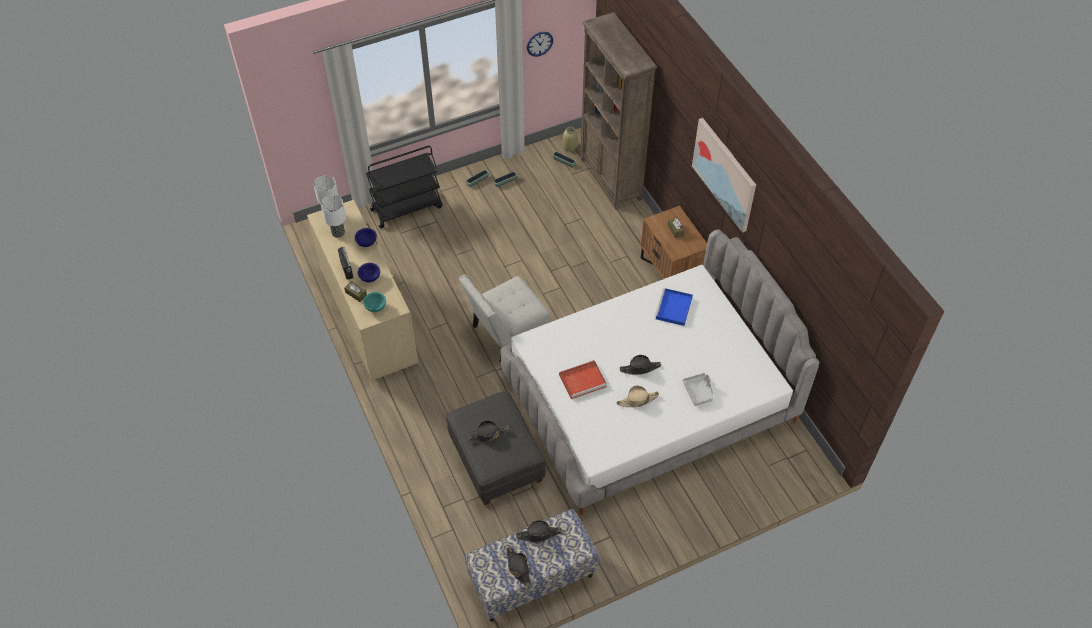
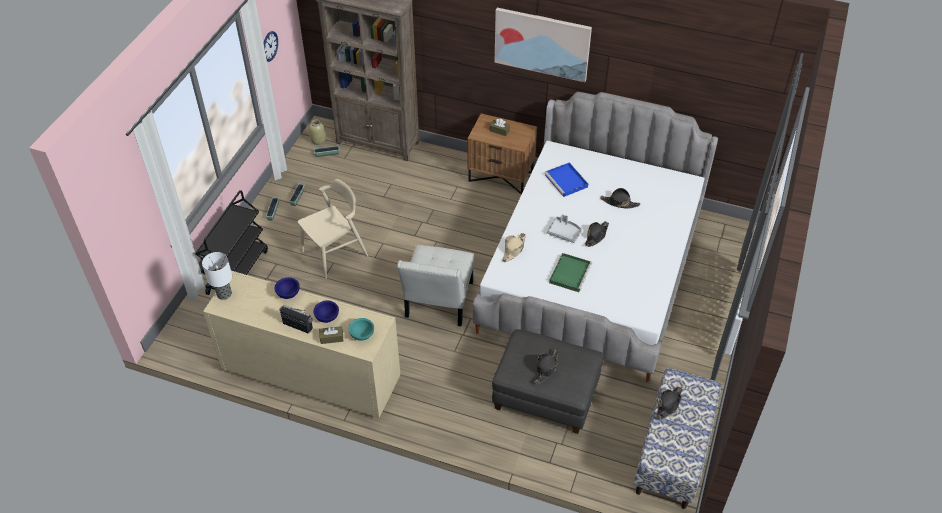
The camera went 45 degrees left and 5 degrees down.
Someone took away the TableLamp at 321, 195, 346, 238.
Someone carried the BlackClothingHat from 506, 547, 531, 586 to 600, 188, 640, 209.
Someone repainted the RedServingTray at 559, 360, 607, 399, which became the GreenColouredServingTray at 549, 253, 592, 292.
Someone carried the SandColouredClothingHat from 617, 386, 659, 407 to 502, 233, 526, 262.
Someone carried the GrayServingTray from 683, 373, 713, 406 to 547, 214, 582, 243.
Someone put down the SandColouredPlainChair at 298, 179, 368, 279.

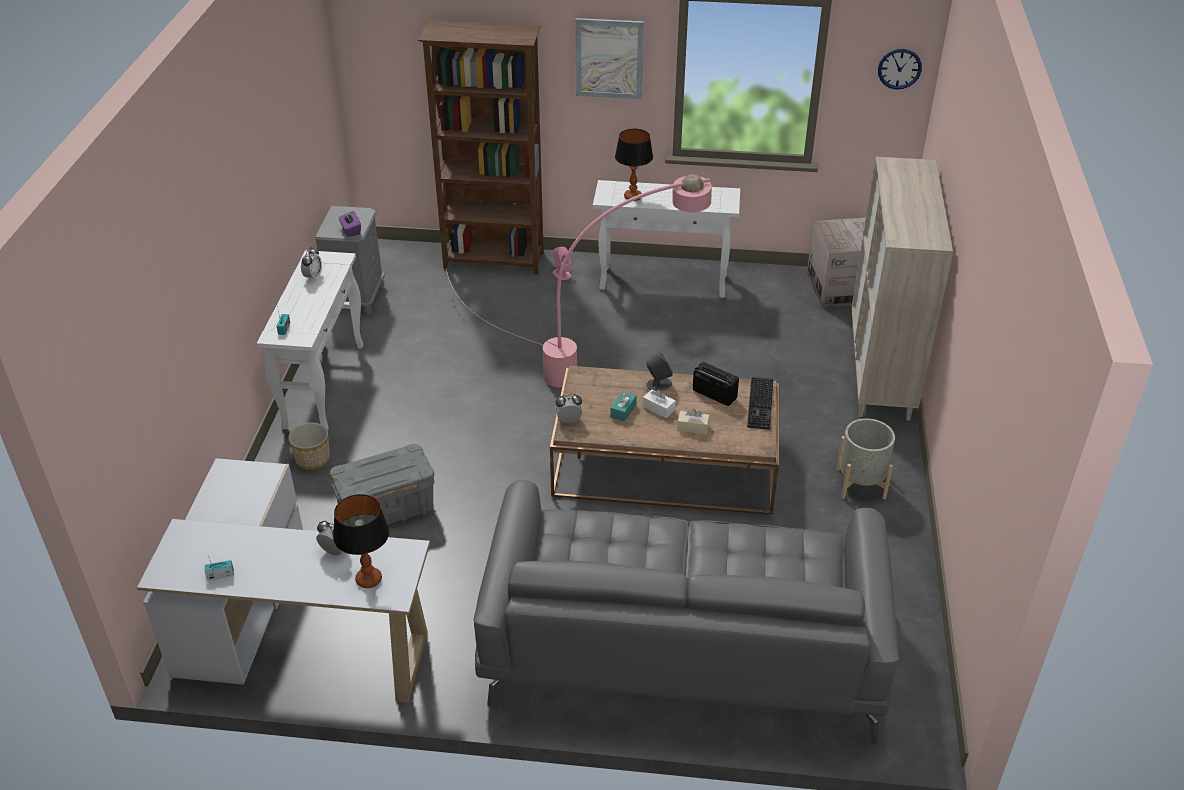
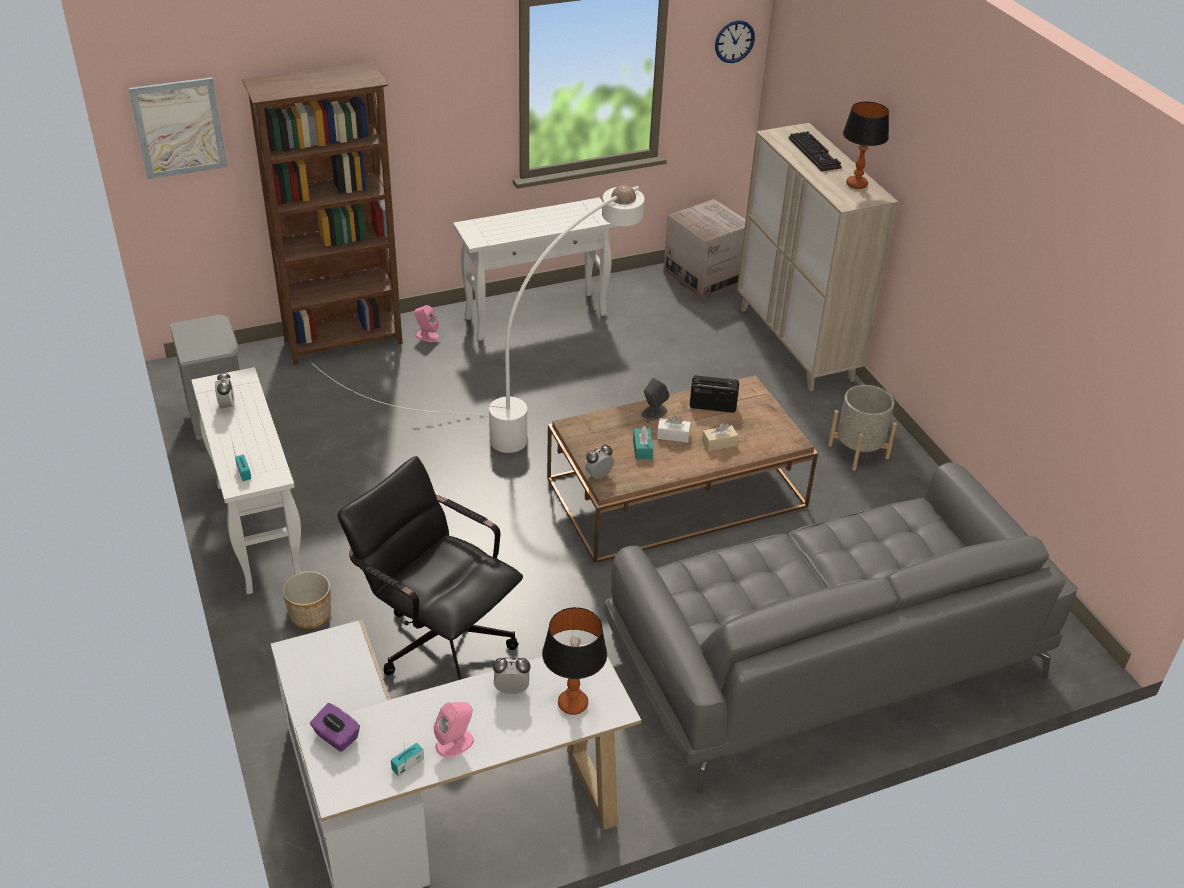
The camera went 30 degrees left and 0 degrees up.
Someone swapped the GrayStorageContainer at 330, 444, 434, 526 for the BlackOfficeChair at 337, 456, 523, 680.
Someone carried the PurpleColouredTissueHolder from 339, 211, 361, 237 to 310, 703, 360, 752.
Someone repainted the PinkColouredFloorLamp at 446, 174, 712, 388, which became the WhitishFloorLamp at 312, 185, 645, 453.
Someone carried the WallArt from 575, 18, 644, 99 to 129, 77, 227, 179.
Someone carried the TableLamp from 615, 129, 653, 201 to 843, 101, 889, 189.
Someone carried the PcKeyboard from 747, 377, 773, 430 to 789, 131, 842, 171.
Someone put down the PinkColouredLoudspeaker at 433, 702, 474, 758.

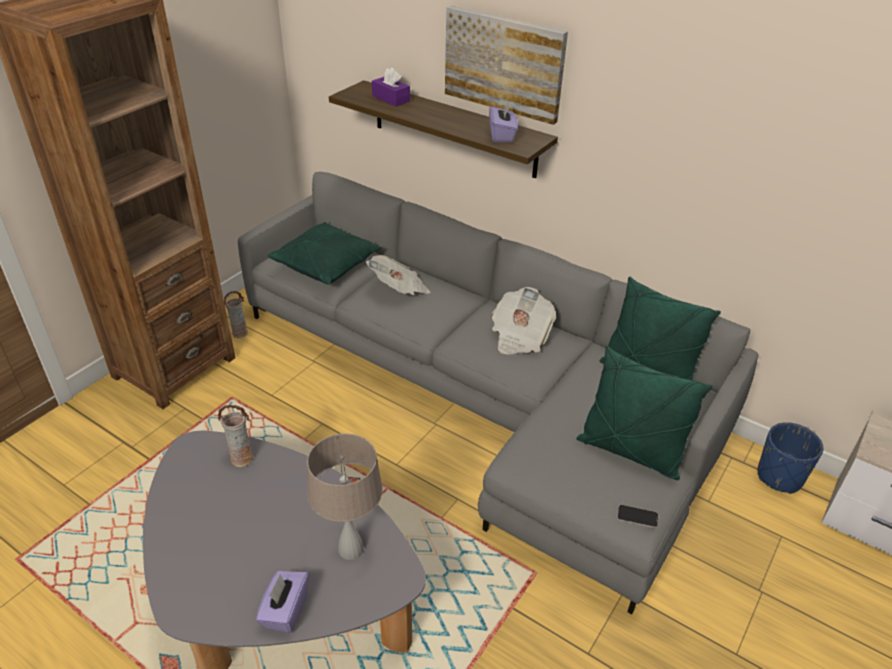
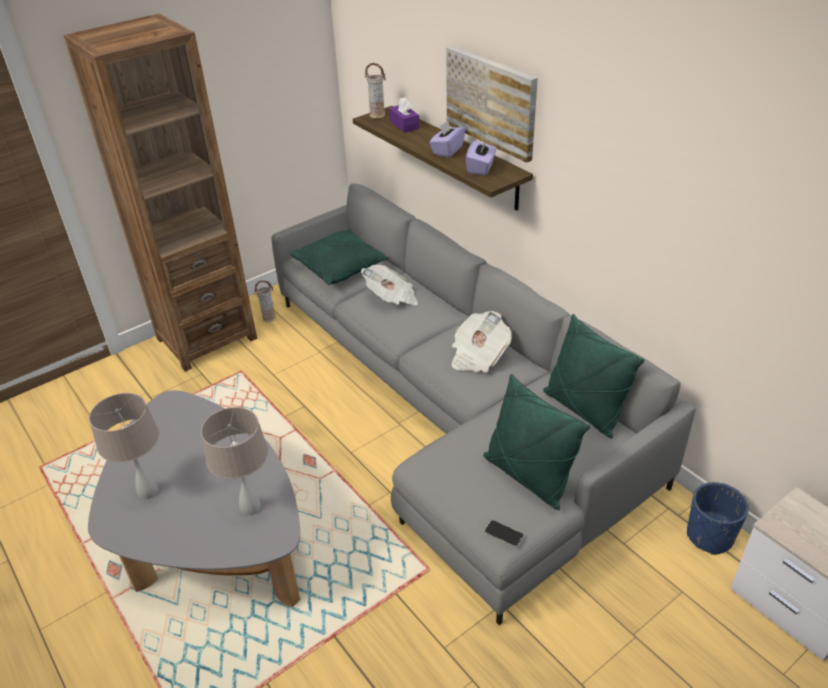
The camera went 20 degrees right and 0 degrees up.
Someone carried the Vase from 218, 405, 253, 467 to 365, 63, 386, 118.
Someone carried the PurpleColouredTissueHolder from 256, 571, 309, 633 to 429, 120, 466, 158.
Someone put down the SandColouredTableLamp at 89, 393, 159, 499.

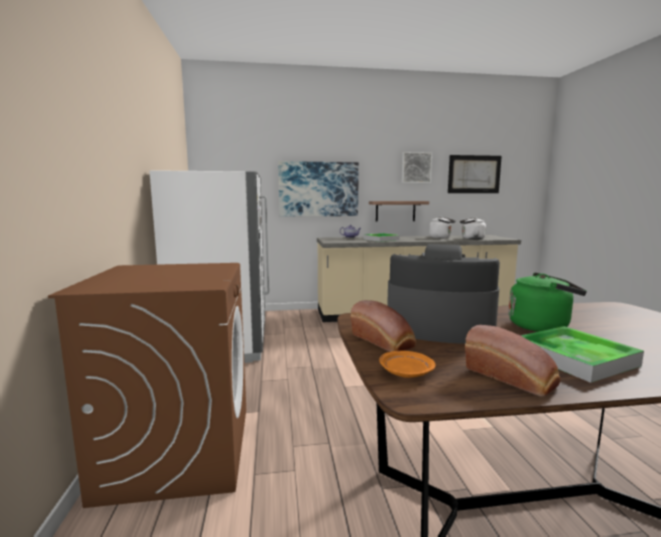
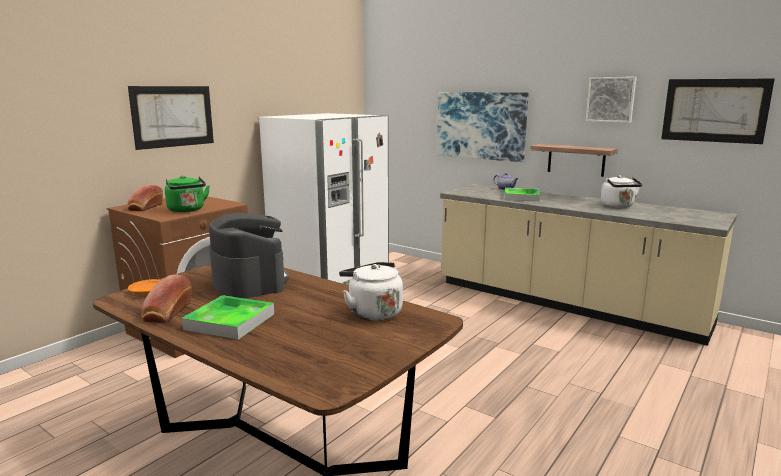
The camera went 45 degrees right and 5 degrees up.
Someone carried the BakeryBread from 350, 300, 416, 352 to 127, 184, 163, 211.
Someone carried the WhitishKettle from 460, 217, 486, 240 to 339, 262, 403, 321.
Someone carried the GreenColouredKettle from 508, 272, 587, 332 to 165, 175, 210, 212.
Someone put up the WallArt at 128, 86, 214, 150.

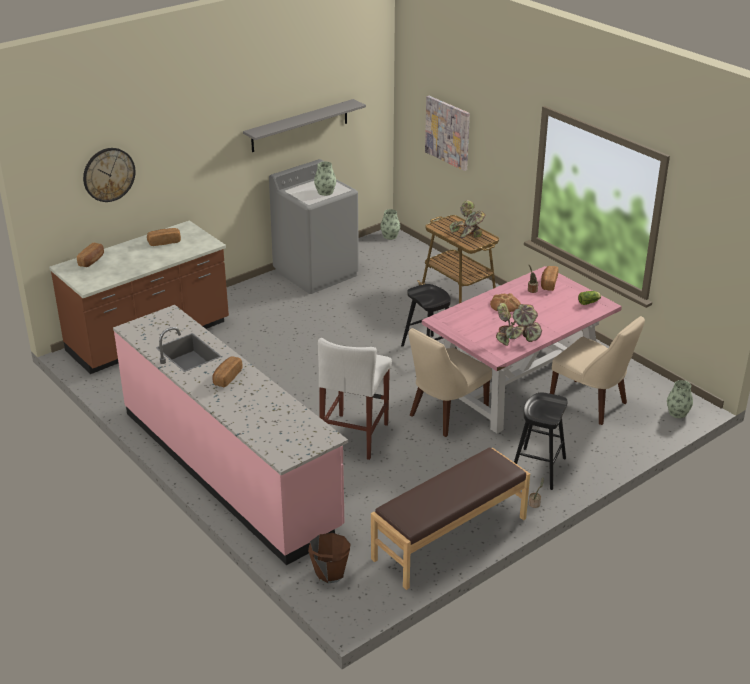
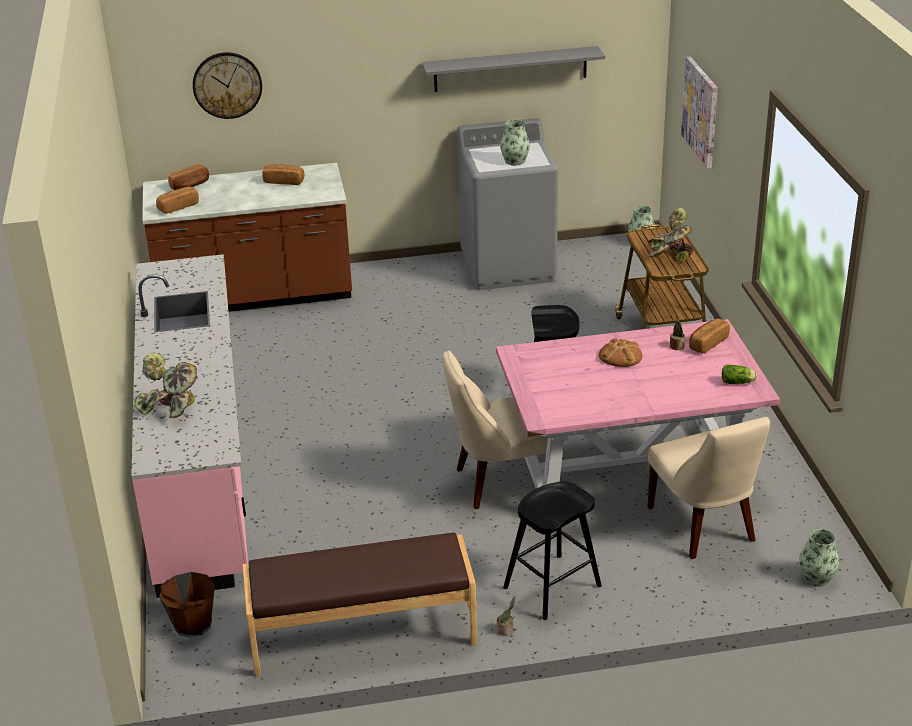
The camera went 30 degrees right and 0 degrees up.
Someone carried the BakeryBread from 212, 356, 242, 387 to 156, 187, 199, 214.
Someone took away the WhitishSittingStool at 318, 338, 392, 460.
Someone carried the PottedPlant from 496, 303, 542, 346 to 134, 353, 197, 418.

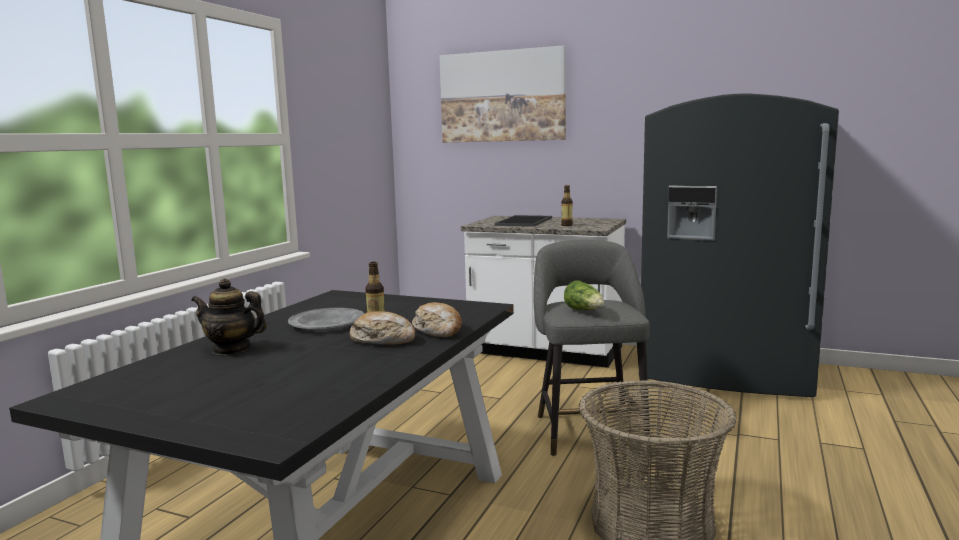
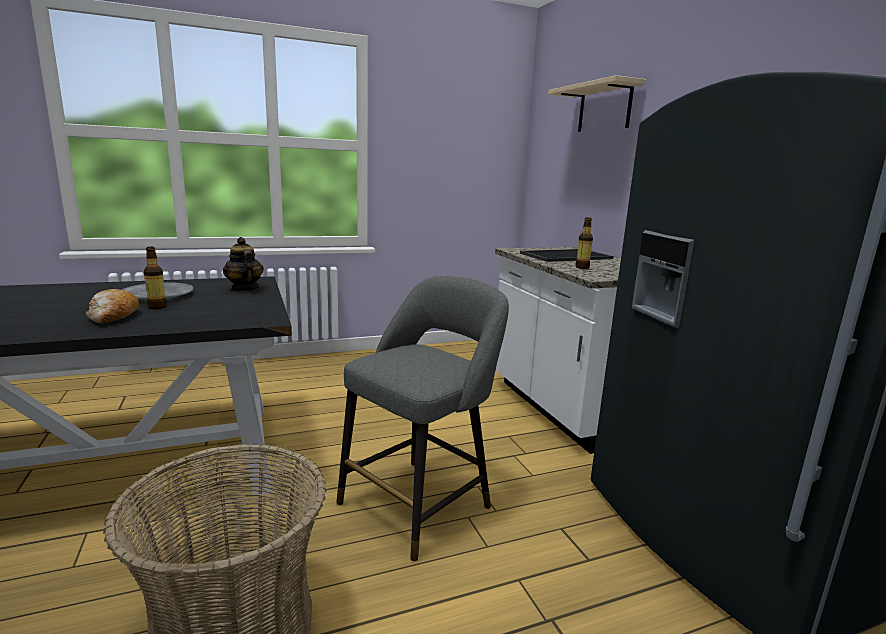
The camera went 45 degrees right and 5 degrees up.
Someone carried the TeaPot from 191, 278, 267, 355 to 223, 237, 264, 291.
Someone took away the BakeryBread at 412, 302, 462, 337.
Someone swapped the WallArt at 439, 45, 566, 142 for the SandColouredShelf at 548, 75, 646, 132.
Someone took away the Lettuce at 564, 280, 604, 310.

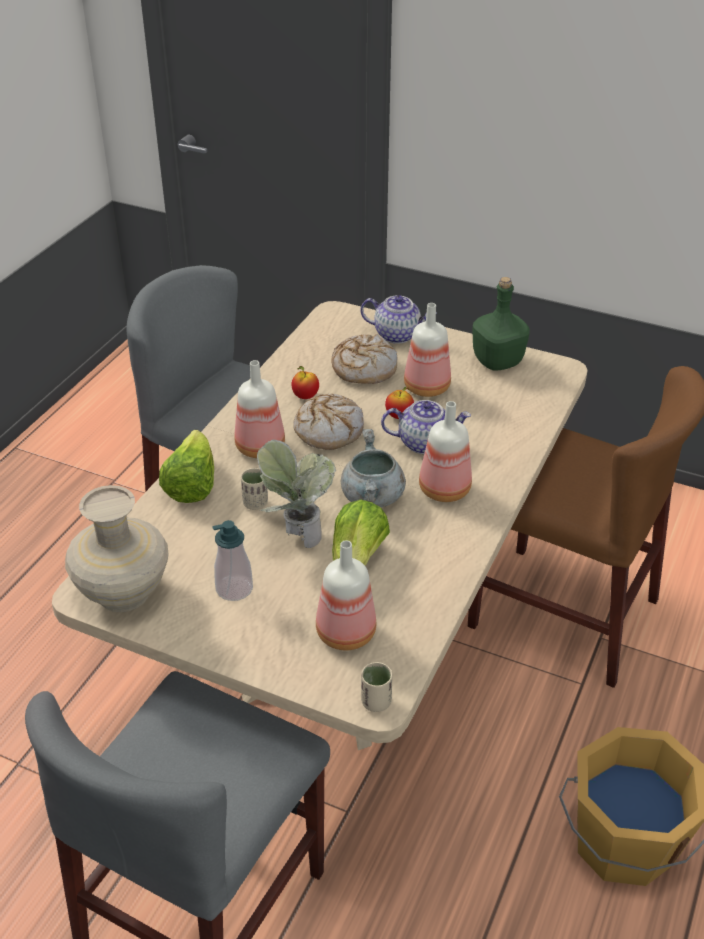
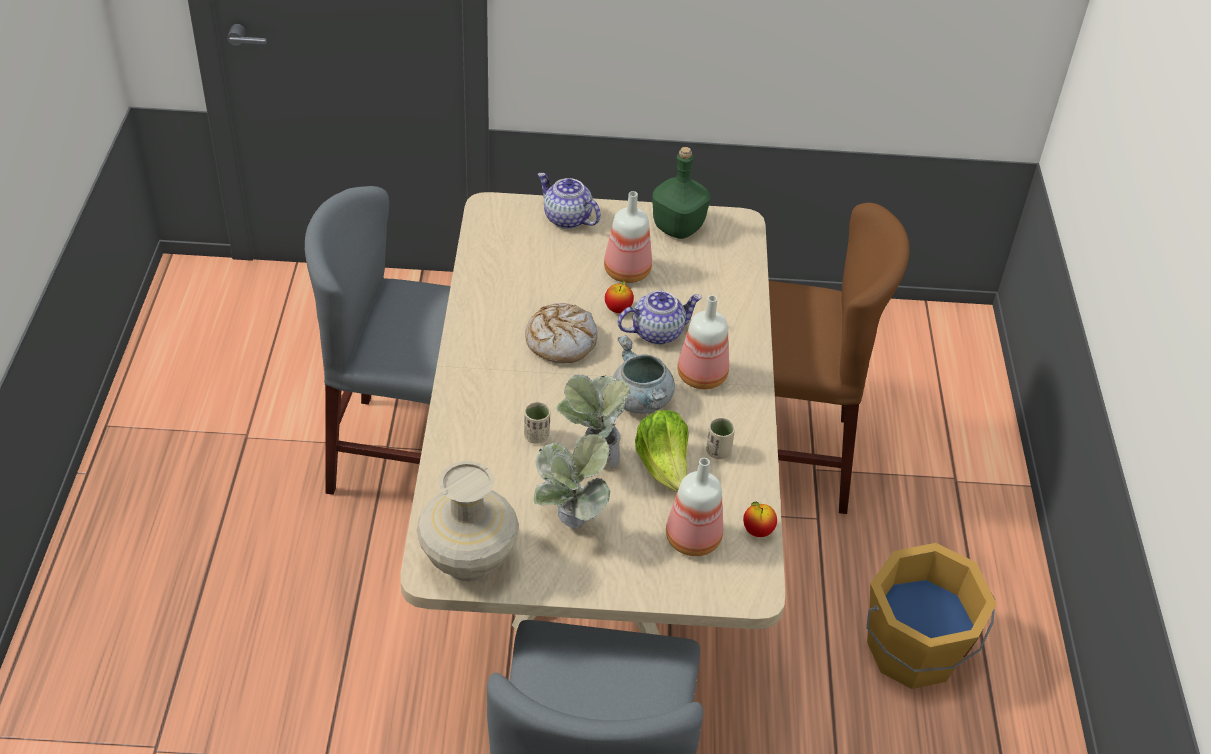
The camera went 25 degrees left and 5 degrees up.
Someone took away the Lettuce at 159, 430, 214, 503.
Someone swapped the SoapDispenser at 212, 520, 253, 601 for the PottedPlant at 534, 434, 610, 529.
Someone took away the BeverageBottle at 234, 360, 285, 458.
Someone carried the WholeApple from 292, 366, 319, 399 to 743, 502, 777, 537.
Someone took away the BakeryBread at 331, 334, 397, 384.
Someone rotated the TeaPot at 360, 295, 427, 344 by 135 degrees counterclockwise.
Someone carried the SandColouredCup from 361, 662, 392, 712 to 706, 418, 735, 459.

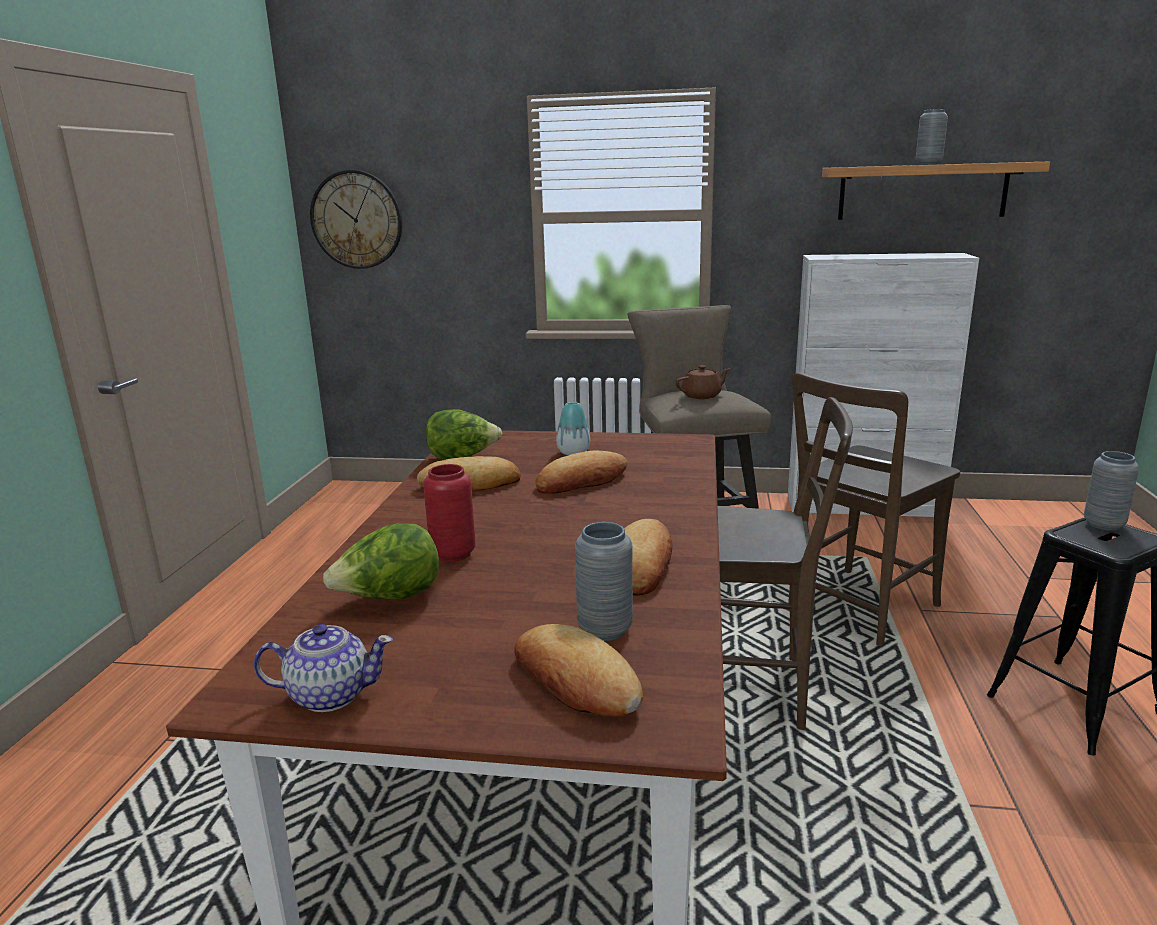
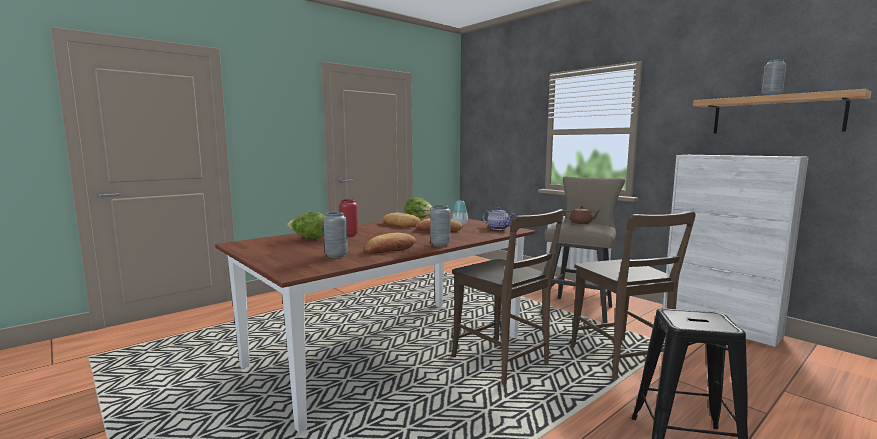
The camera went 40 degrees right and 10 degrees down.
Someone carried the TeaPot from 254, 624, 393, 712 to 482, 207, 515, 230.
Someone took away the ClockOnTheWall at 310, 170, 402, 269.
Someone took away the BakeryBread at 514, 624, 643, 717.
Someone rotated the BrownishPlainChair at 788, 372, 960, 646 by 105 degrees counterclockwise.
Someone carried the GrayVase from 1084, 451, 1139, 531 to 431, 205, 451, 247.

